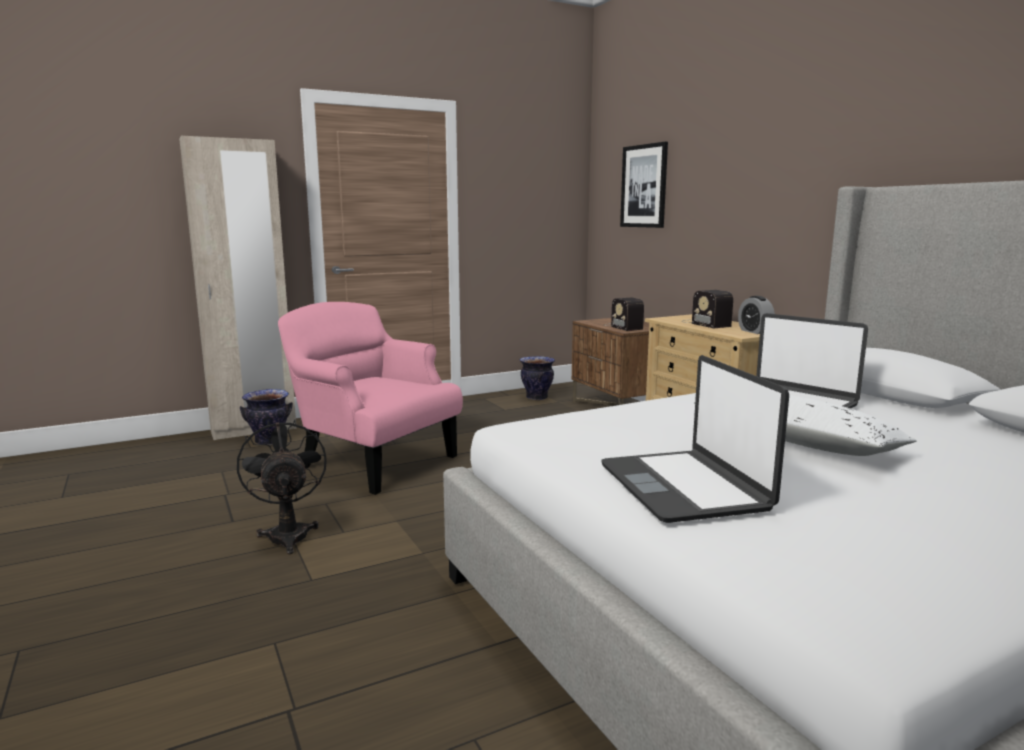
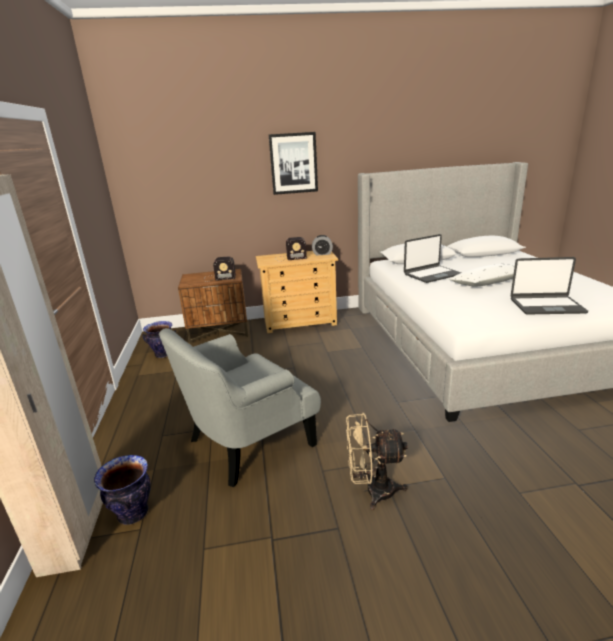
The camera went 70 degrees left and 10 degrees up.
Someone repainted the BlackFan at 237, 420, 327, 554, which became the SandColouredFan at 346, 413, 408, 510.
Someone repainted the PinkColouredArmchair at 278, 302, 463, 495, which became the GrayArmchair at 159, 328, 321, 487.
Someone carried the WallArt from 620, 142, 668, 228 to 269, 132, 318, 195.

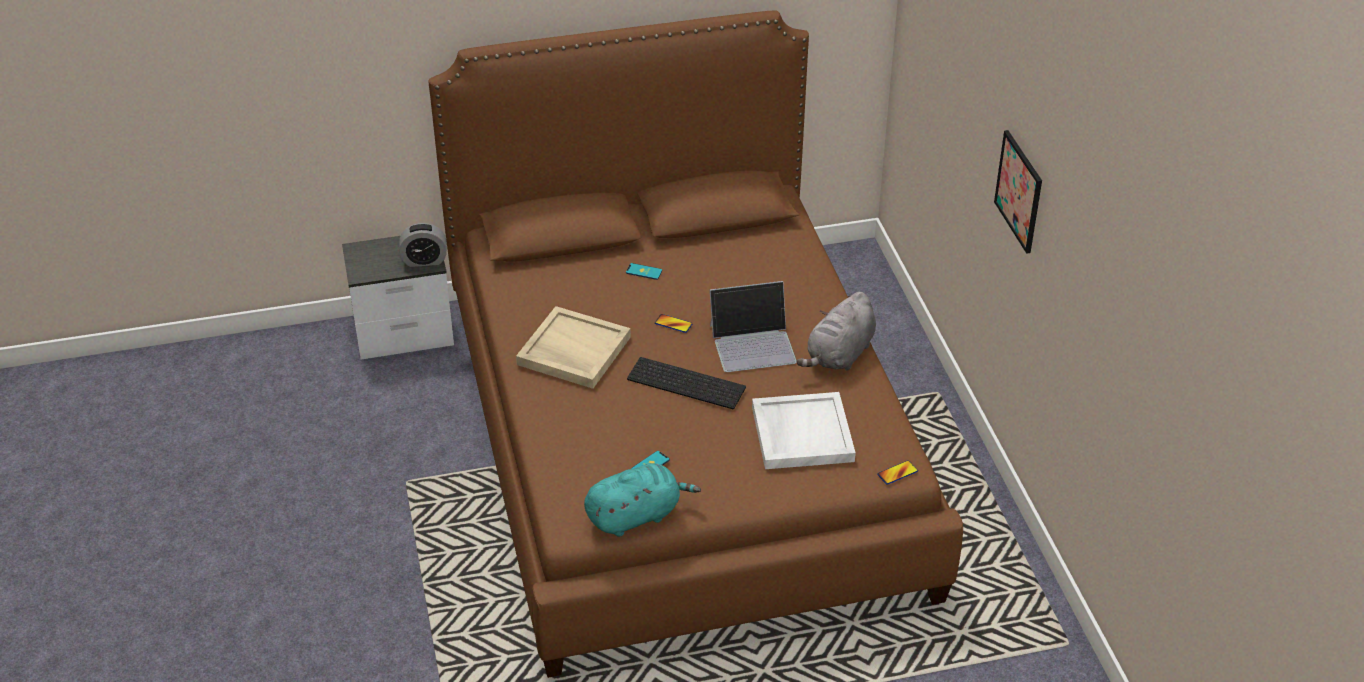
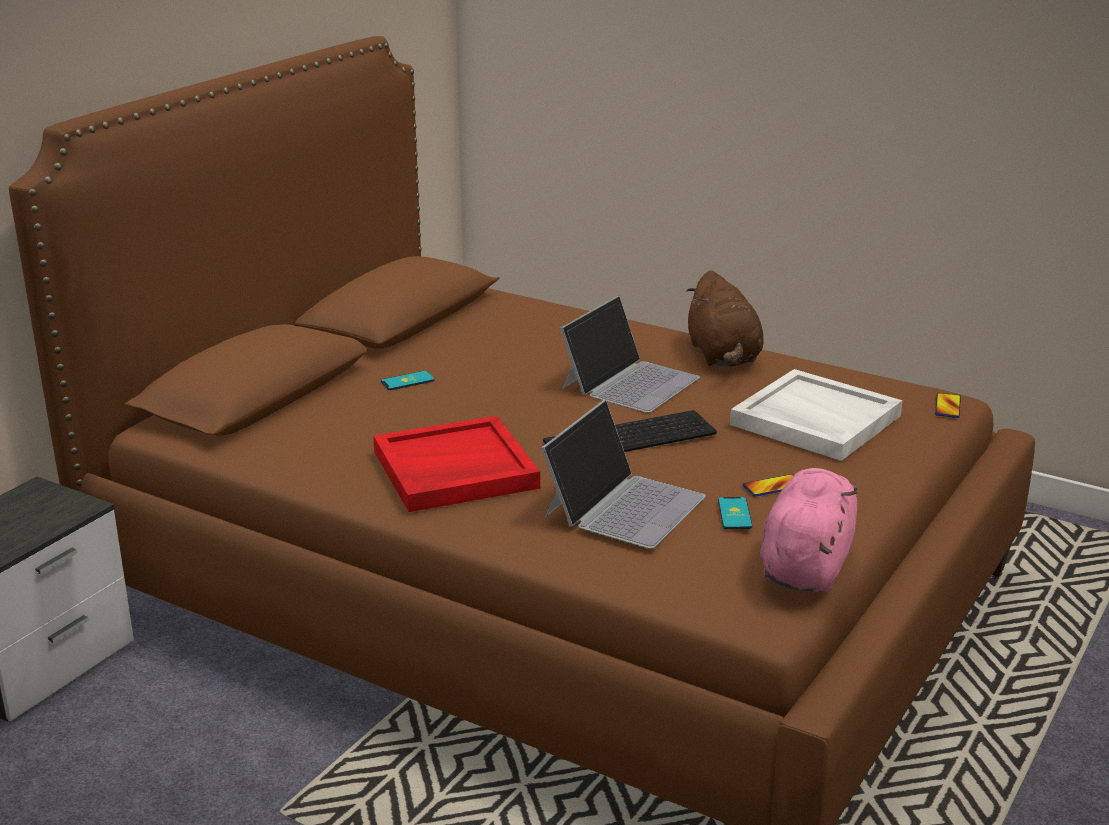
The camera went 45 degrees left and 15 degrees down.
Someone took away the BedsideClock at 399, 223, 447, 267.
Someone repainted the SandColouredServingTray at 516, 306, 631, 389, which became the RedServingTray at 373, 416, 540, 512.
Someone repainted the TurquoiseColouredPlushToy at 584, 463, 701, 537, which became the PinkColouredPlushToy at 760, 468, 857, 593.
Someone carried the Phone from 655, 314, 693, 333 to 742, 474, 794, 497.
Someone repainted the GrayPlushToy at 796, 292, 876, 371, which became the BrownishPlushToy at 686, 270, 763, 366.
Someone took away the WallArt at 994, 130, 1042, 254.
Someone put down the PortableComputer at 541, 400, 706, 549.

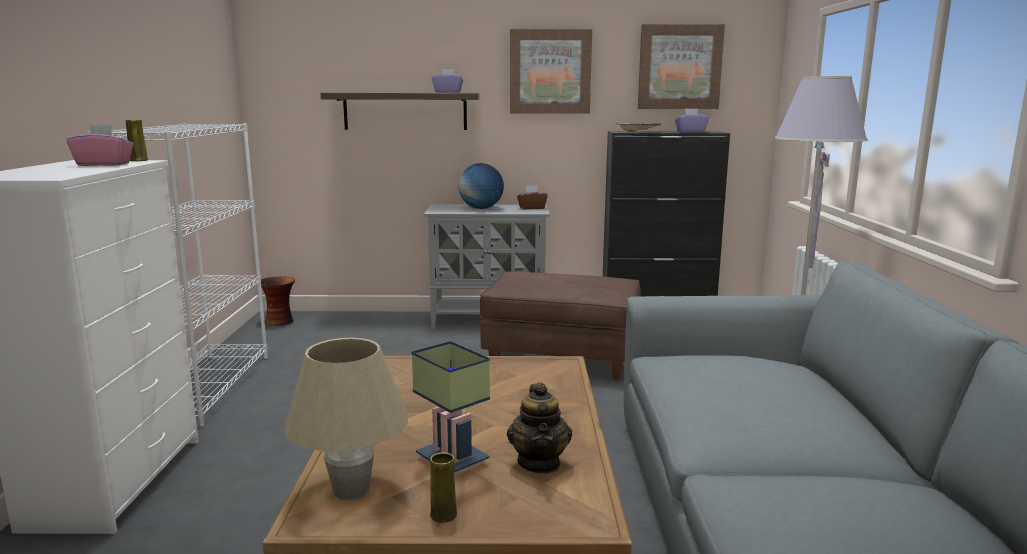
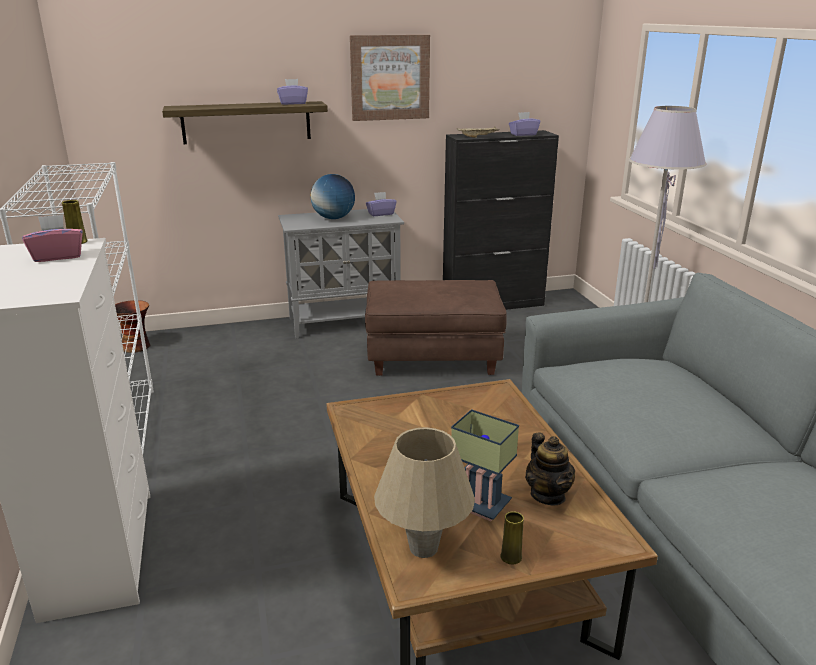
The camera went 15 degrees left and 10 degrees up.
Someone repainted the BrownishTissueHolder at 517, 185, 548, 209, which became the PurpleColouredTissueHolder at 366, 192, 397, 216.
Someone took away the WallArt at 638, 24, 725, 109.

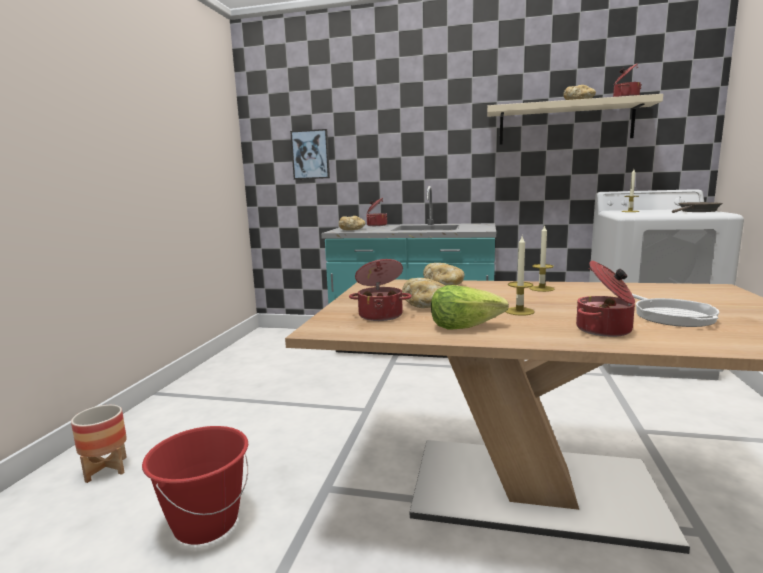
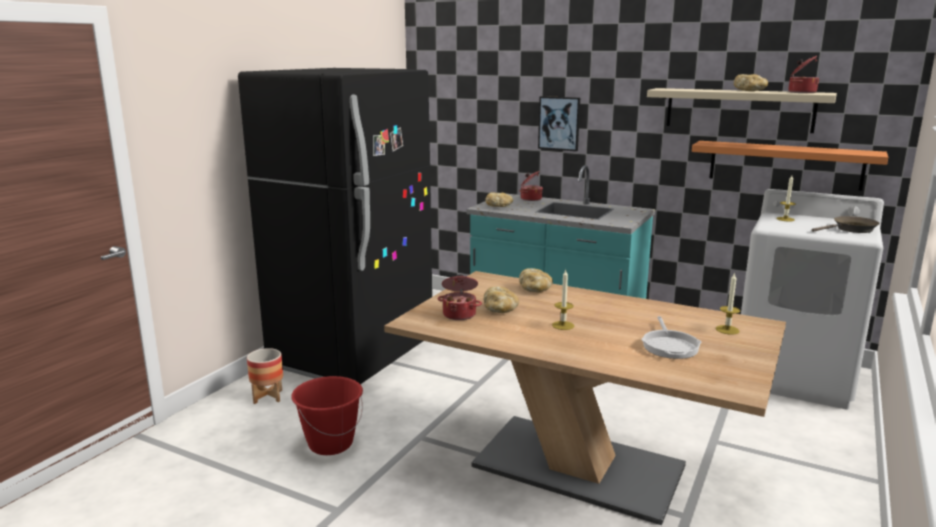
The camera went 15 degrees right and 5 degrees up.
Someone carried the WallArt from 290, 129, 330, 179 to 538, 96, 580, 151.
Someone took away the Lettuce at 431, 285, 509, 330.
Someone carried the WaxCandle from 529, 224, 554, 292 to 716, 272, 740, 335.
Someone took away the Saucepot at 576, 261, 635, 337.
Someone put down the BlackFridge at 238, 68, 432, 384.
Someone put up the OrangeShelf at 692, 141, 888, 191.

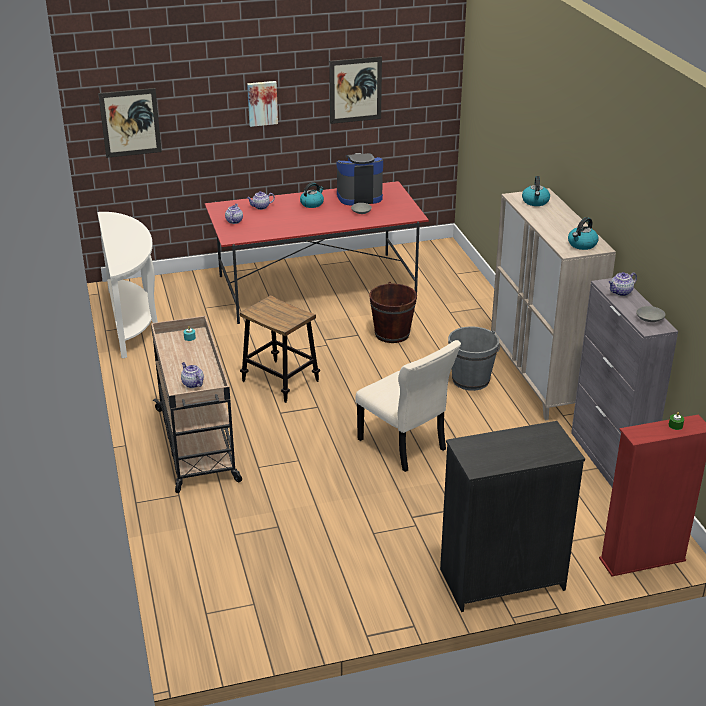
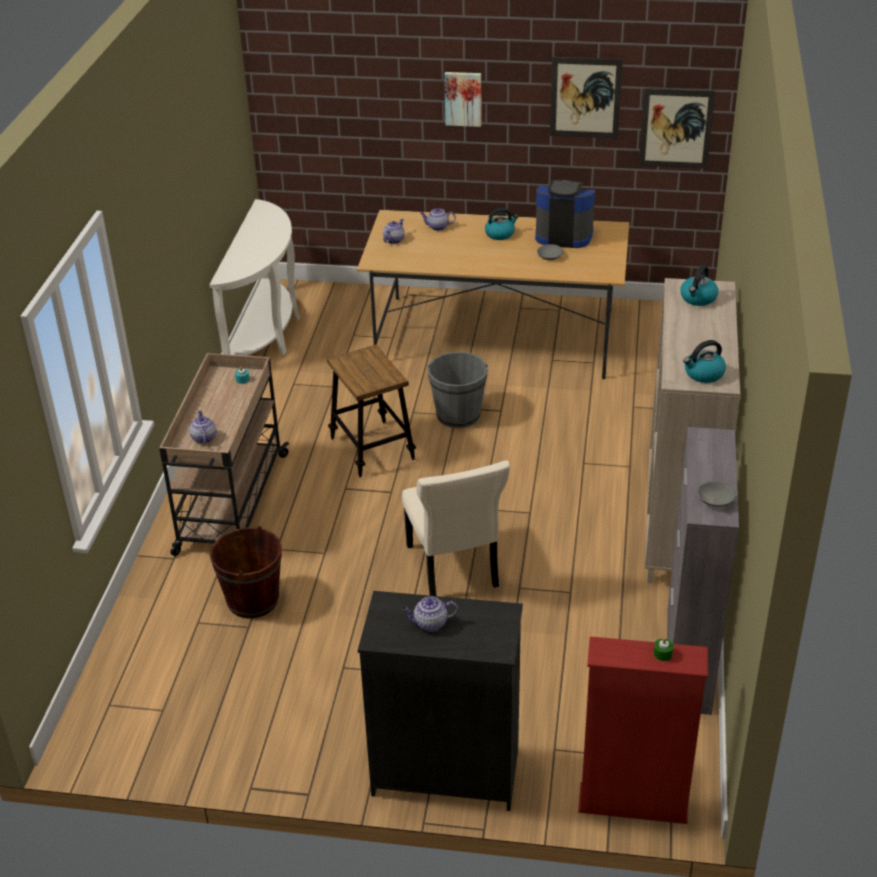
The camera went 25 degrees right and 5 degrees up.
Someone carried the WallArt from 98, 88, 162, 158 to 639, 88, 715, 169.
Someone repainted the RedKitchenTable at 205, 181, 429, 324, which became the SandColouredKitchenTable at 357, 209, 629, 379.
Someone carried the BrownishBucket from 369, 282, 417, 343 to 210, 526, 282, 618.
Someone carried the GrayBucket from 448, 326, 499, 391 to 427, 352, 488, 428.
Someone carried the TeaPot from 608, 272, 637, 296 to 402, 596, 458, 632.

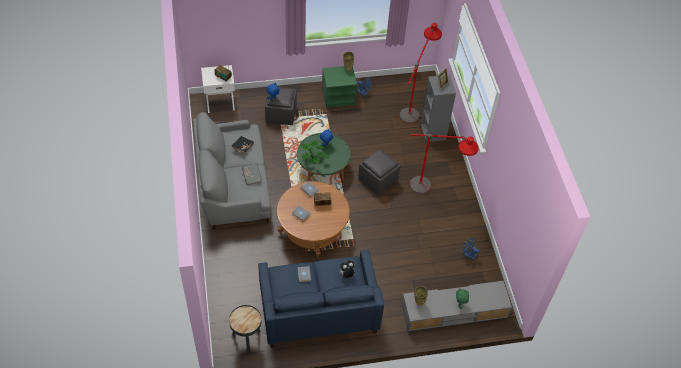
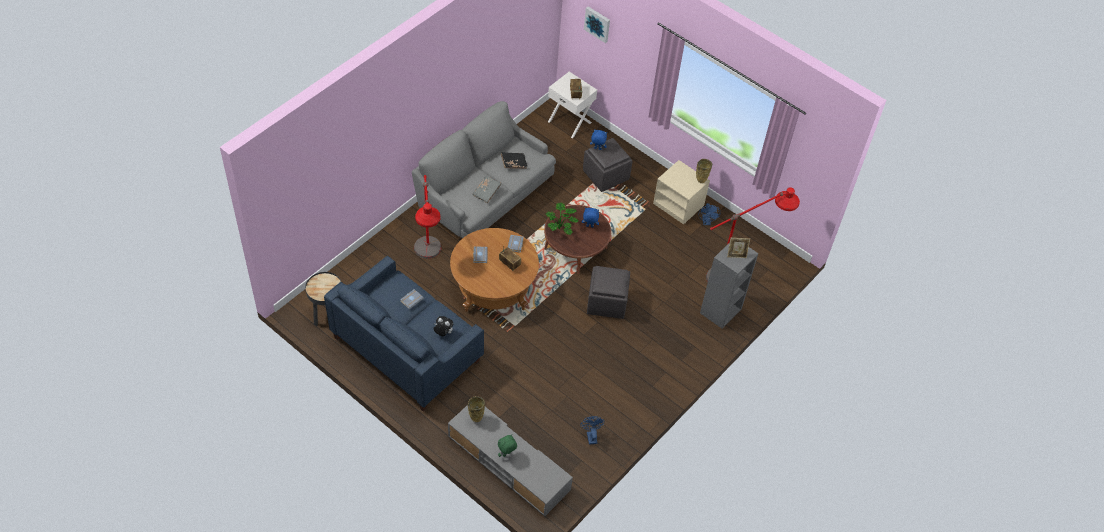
The camera went 50 degrees right and 0 degrees up.
Someone repainted the GreenColouredCoffeeTable at 297, 133, 350, 182, which became the BrownishCoffeeTable at 544, 205, 611, 274.
Someone repainted the GreenColouredNightstand at 322, 66, 357, 108, which became the SandColouredNightstand at 653, 160, 710, 225.
Someone carried the RedFloorLamp from 409, 133, 478, 194 to 414, 175, 441, 259.
Someone put up the WallArt at 584, 7, 610, 43.

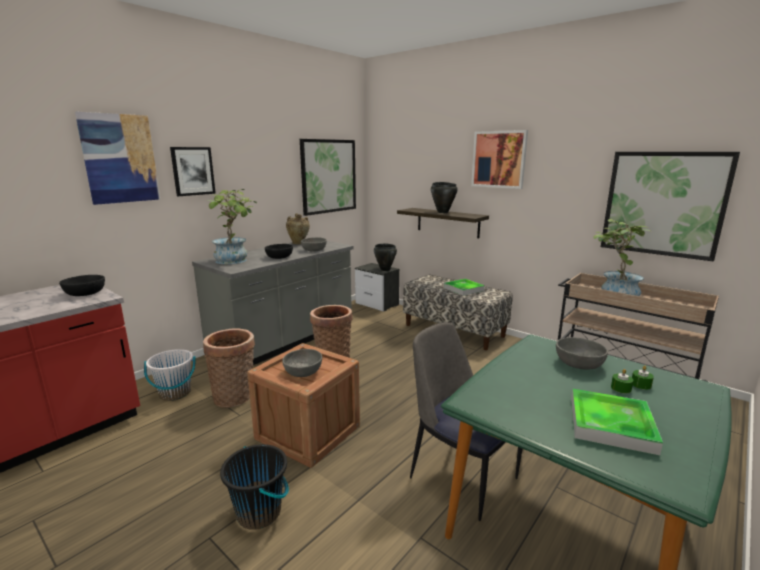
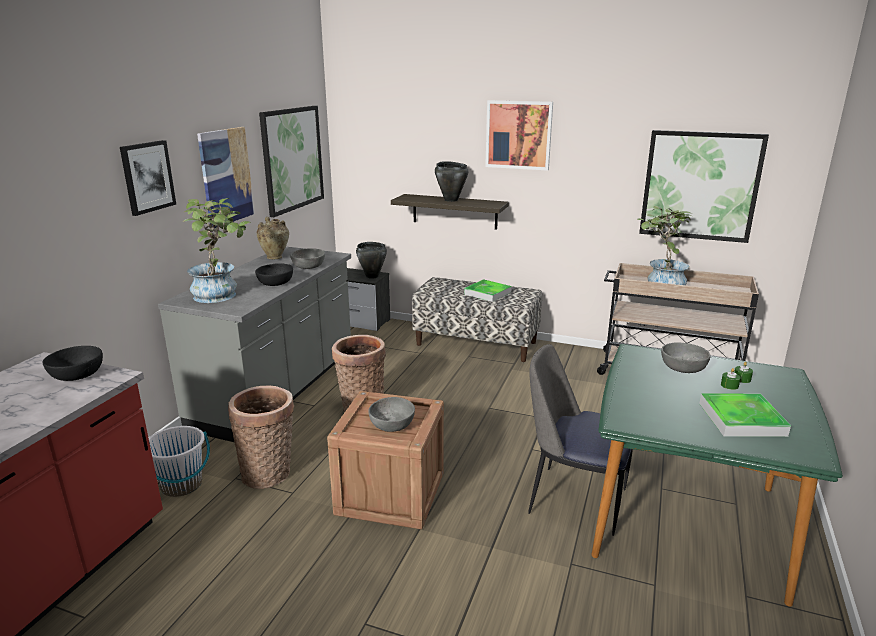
The camera went 20 degrees left and 5 degrees up.
Someone carried the WallArt from 75, 112, 160, 205 to 197, 127, 255, 228.
Someone took away the BlackBucket at 220, 444, 289, 530.

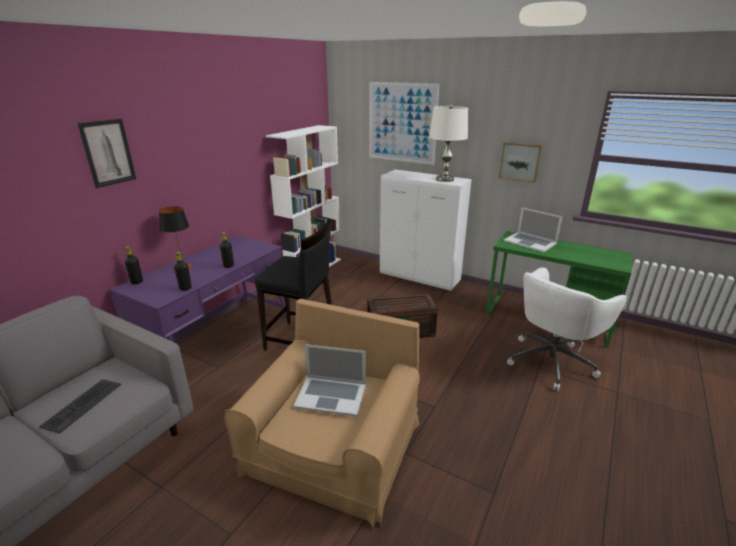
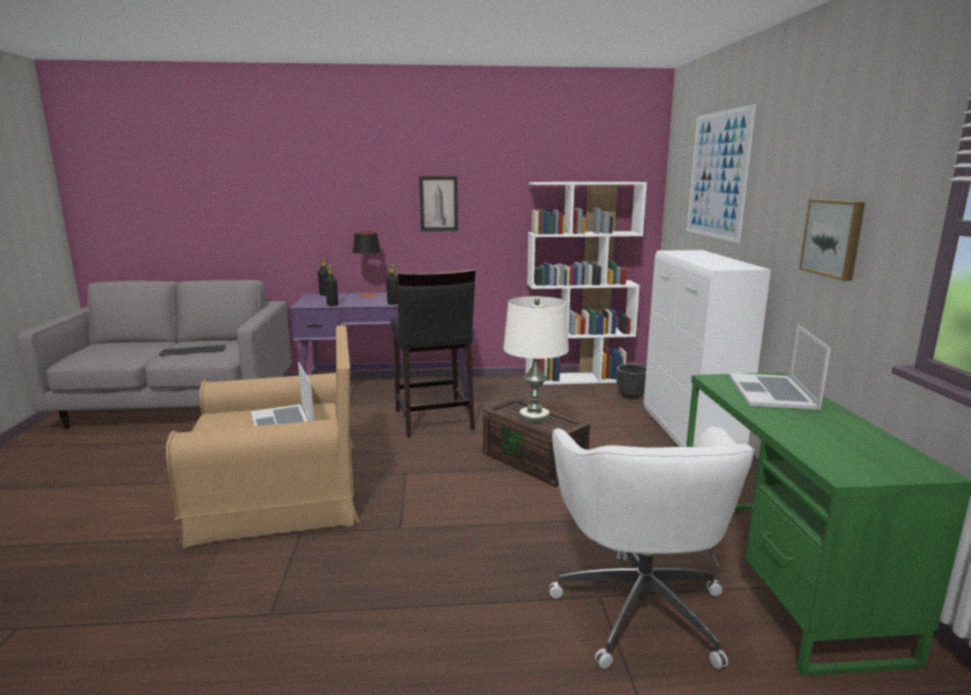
The camera went 55 degrees right and 10 degrees down.
Someone carried the WallArt from 77, 119, 136, 188 to 419, 176, 458, 231.
Someone carried the WhitishTableLamp from 429, 105, 468, 182 to 503, 296, 569, 422.
Someone rotated the WhitishOfficeChair at 507, 267, 628, 391 by 105 degrees counterclockwise.
Someone put down the BlackFlowerPot at 617, 364, 646, 399.

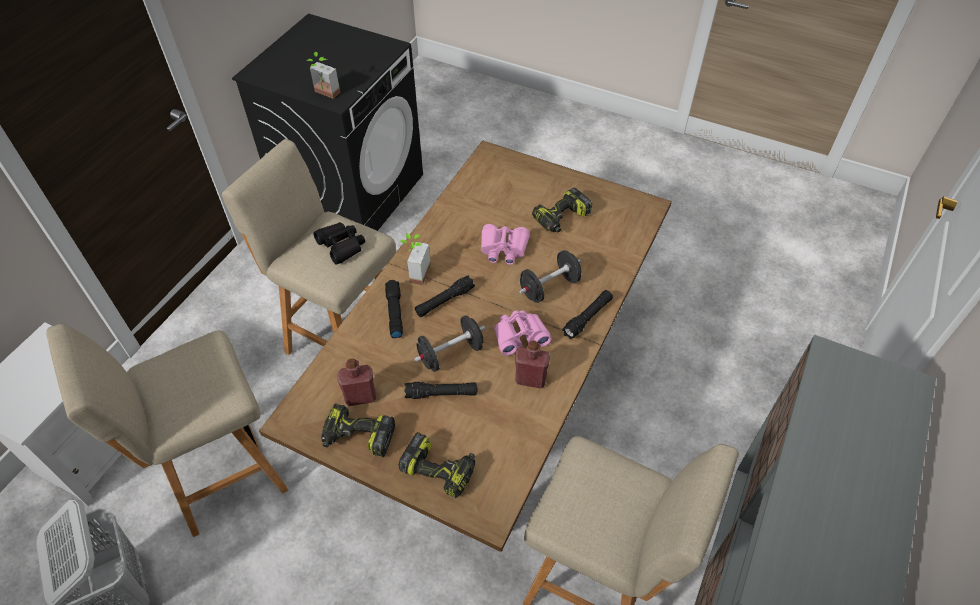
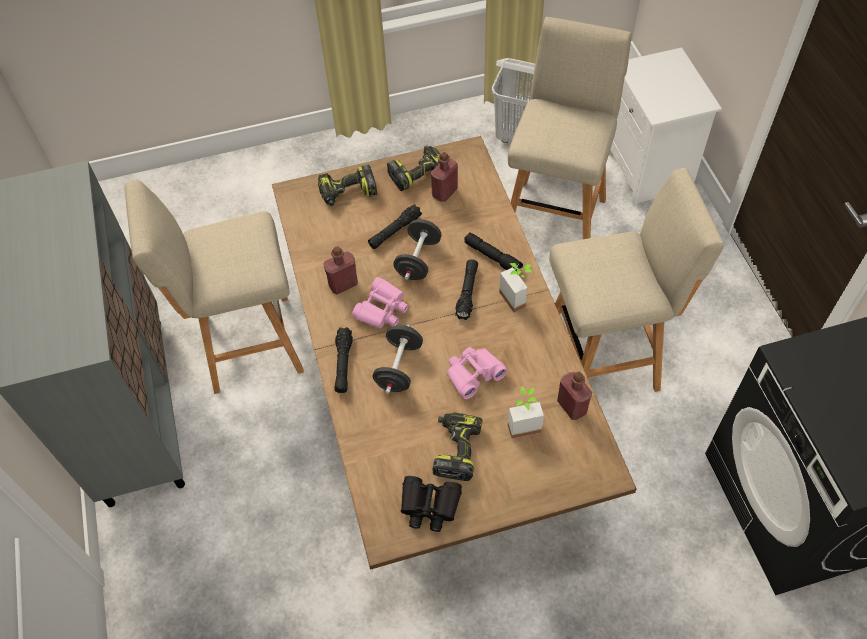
The camera went 140 degrees right and 5 degrees up.
Someone carried the PottedPlant from 306, 52, 340, 99 to 508, 387, 544, 439.
Someone carried the BlackBinoculars from 313, 222, 365, 265 to 401, 476, 462, 532.
Someone put down the RedBeverageBottle at 557, 372, 592, 420.

